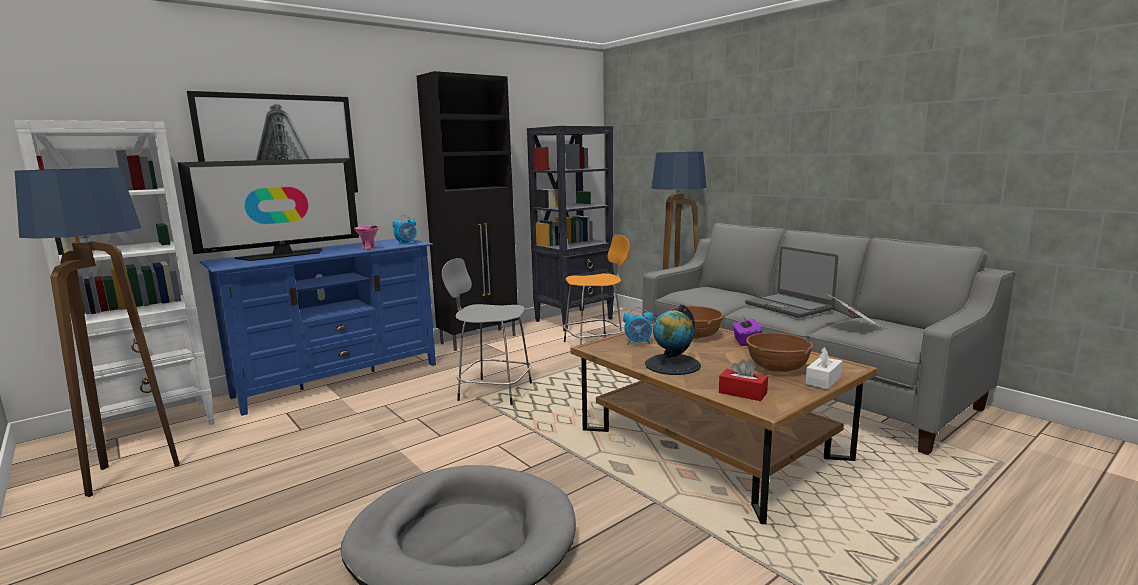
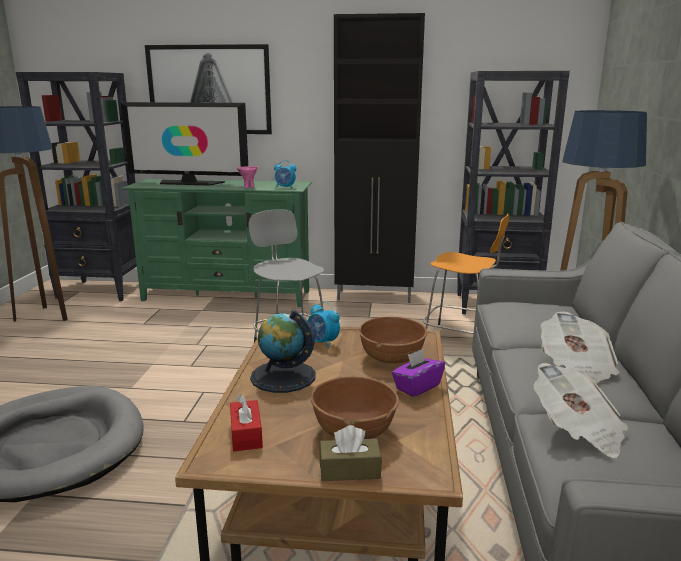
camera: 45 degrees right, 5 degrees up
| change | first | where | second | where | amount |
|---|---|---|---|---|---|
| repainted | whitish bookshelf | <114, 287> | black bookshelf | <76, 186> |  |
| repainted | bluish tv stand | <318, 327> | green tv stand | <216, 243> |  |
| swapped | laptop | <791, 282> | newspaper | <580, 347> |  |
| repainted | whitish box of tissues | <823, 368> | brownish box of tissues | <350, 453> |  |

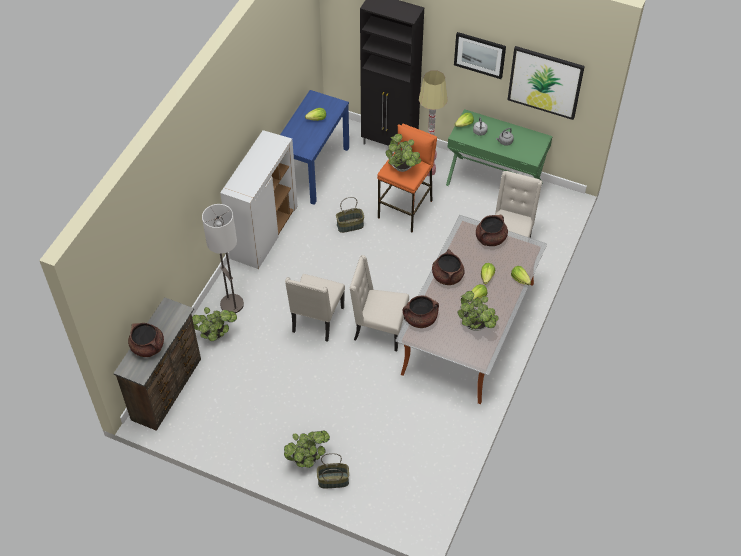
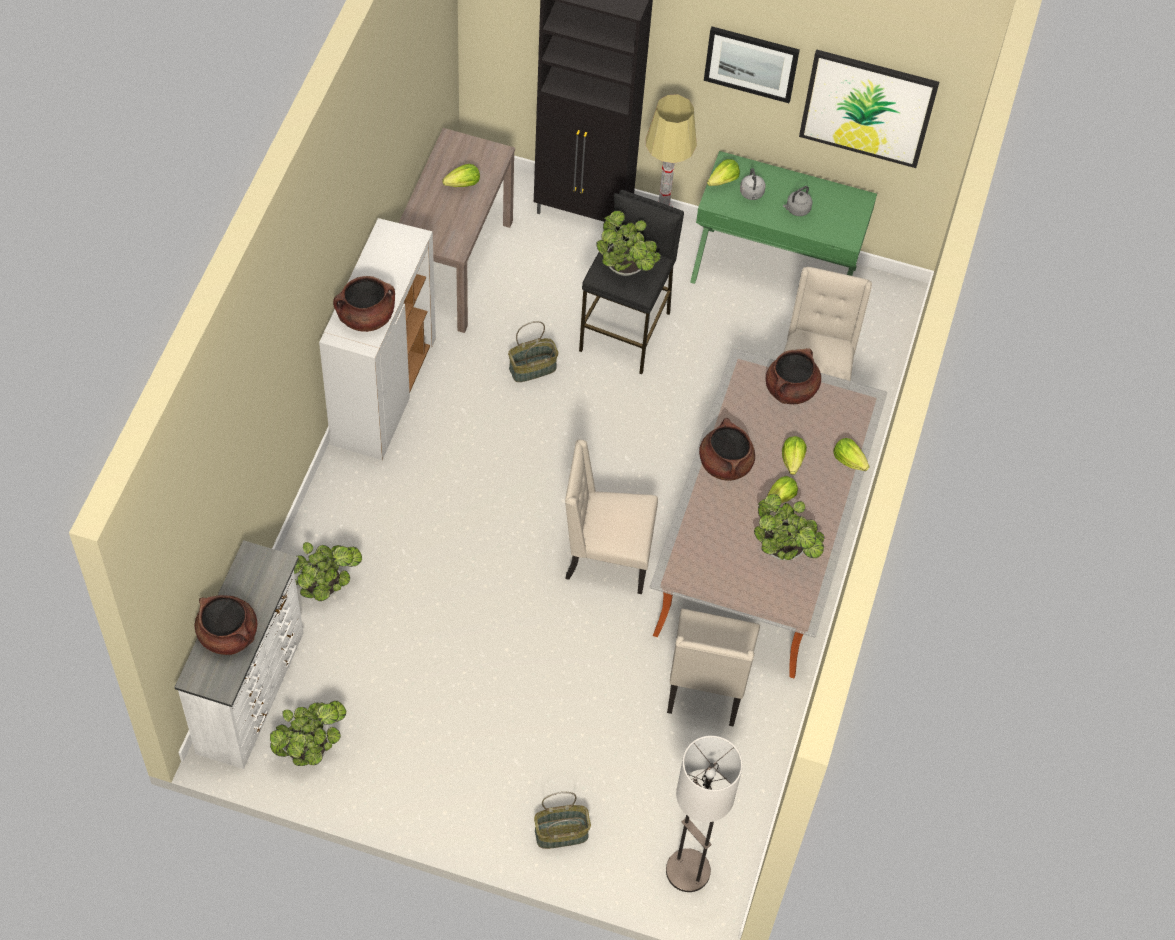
camera: 10 degrees left, 5 degrees up
| change | first | where | second | where | amount |
|---|---|---|---|---|---|
| repainted | bluish narrow table | <314, 147> | brownish narrow table | <457, 230> |  |
| repainted | orangey sitting stool | <407, 178> | black sitting stool | <631, 282> |  |
| shifted | floor lamp | <223, 258> |  | <704, 813> |  |
| shifted | beige chair | <315, 308> |  | <713, 668> |  |
| shifted | brownish saucepot | <420, 312> |  | <364, 304> |  |
| repainted | brownish drawer chest | <157, 364> | whitish drawer chest | <239, 654> |  |
| shifted | plant in a pot | <307, 449> |  | <308, 733> |  |

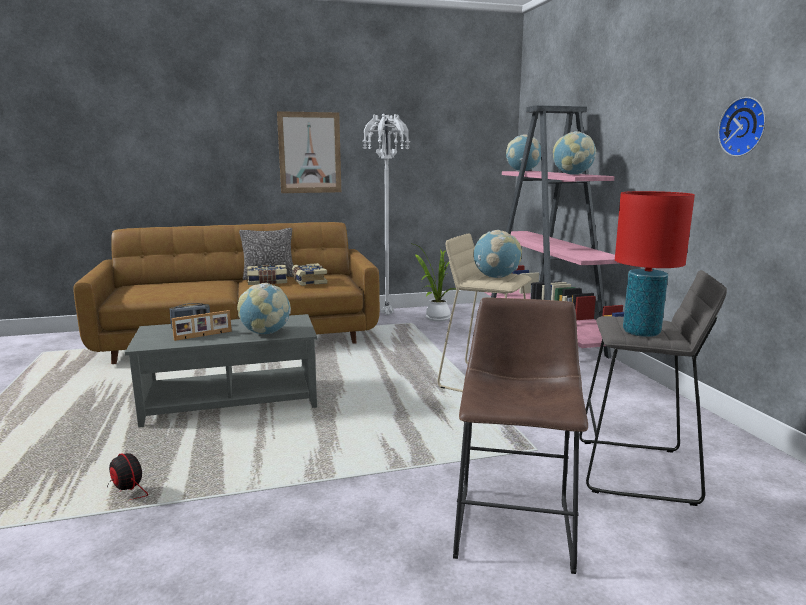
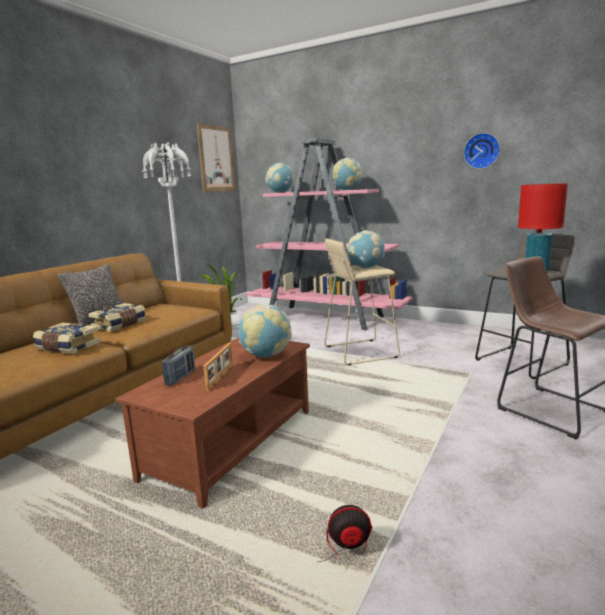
camera: 45 degrees left, 0 degrees up
| change | first | where | second | where | amount |
|---|---|---|---|---|---|
| shifted | wall picture | <309, 152> |  | <216, 157> |  |
| shifted | bound book | <310, 274> |  | <67, 338> |  |
| repainted | greyish coffee table | <221, 371> | brownish coffee table | <212, 423> |  |

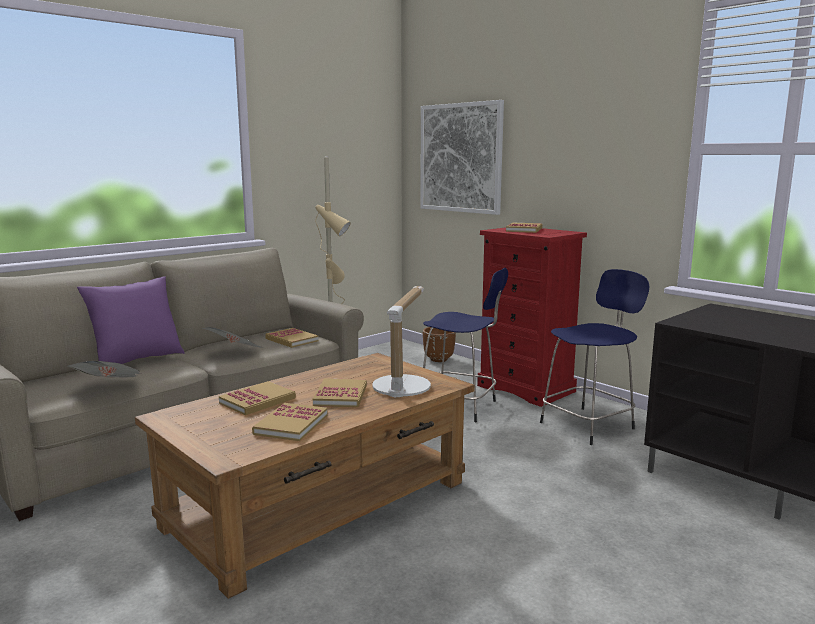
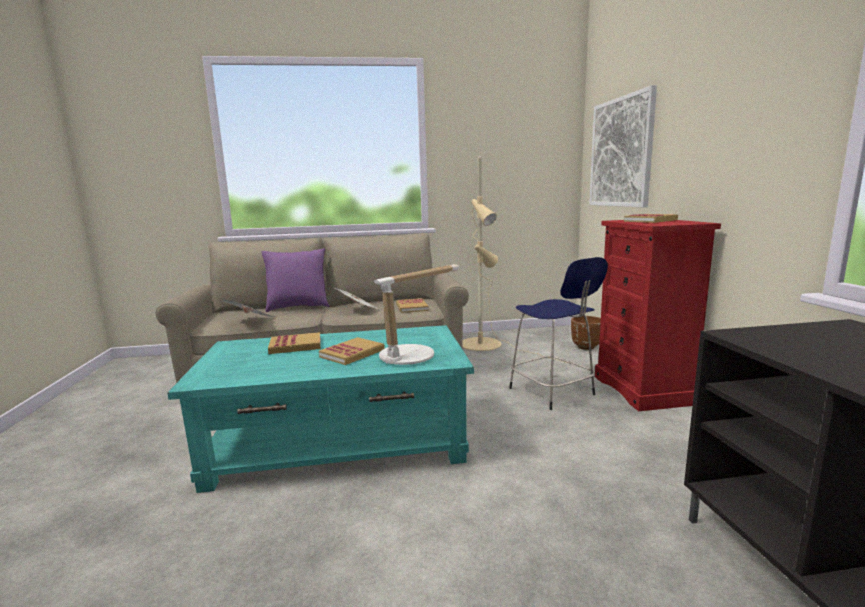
camera: 35 degrees right, 0 degrees up
| change | first | where | second | where | amount |
|---|---|---|---|---|---|
| gone | bluish sitting stool | <595, 357> |  |  |  |
| repainted | brownish coffee table | <305, 476> | blue-green coffee table | <320, 409> |  |
| gone | bound book | <290, 422> |  |  |  |

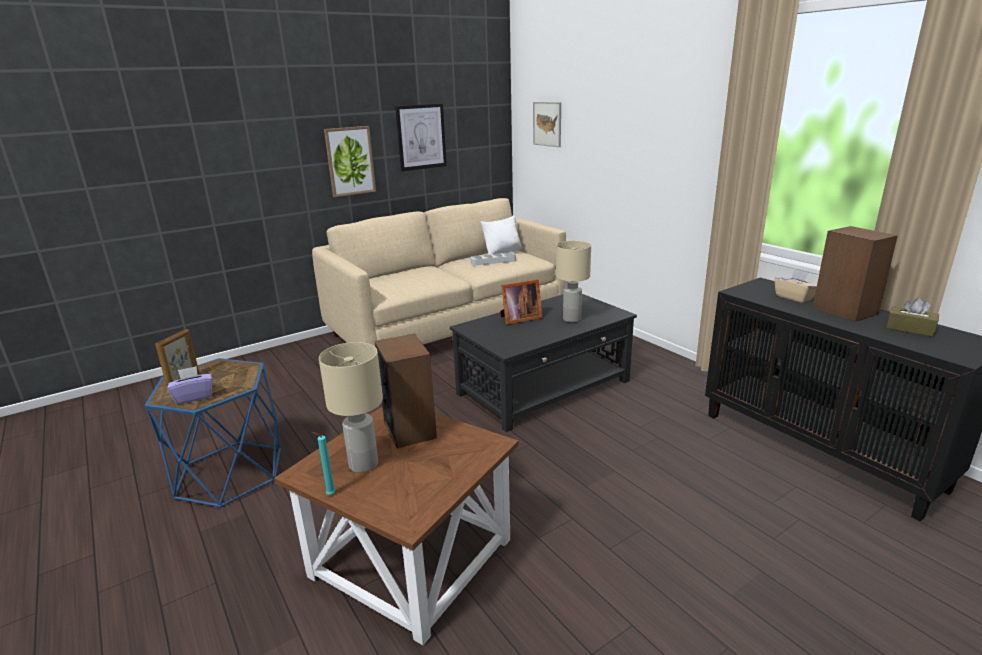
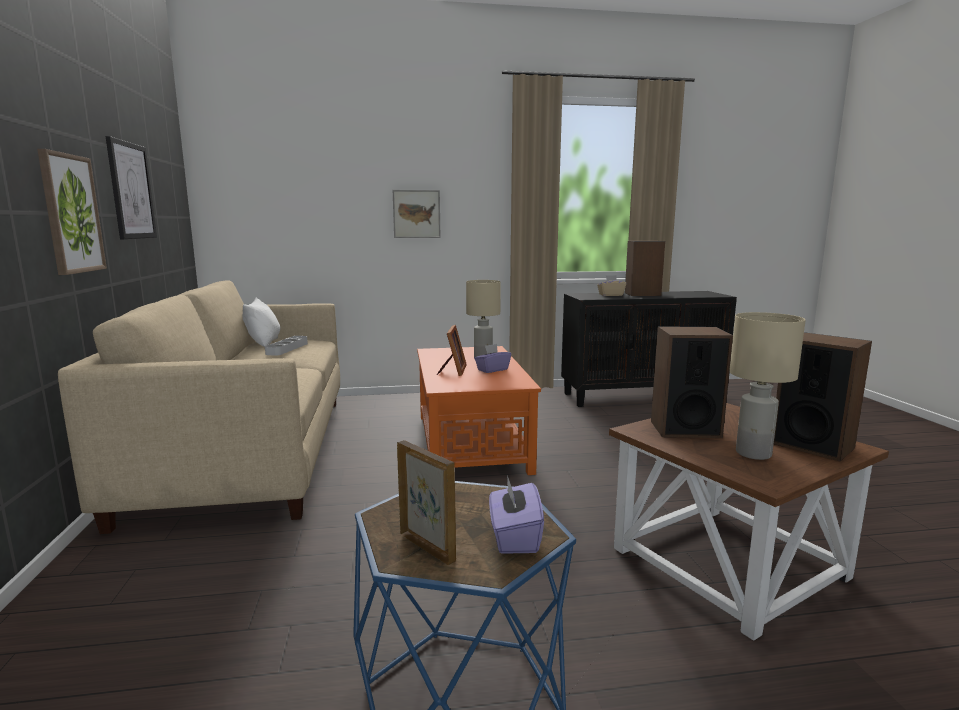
camera: 65 degrees left, 10 degrees down
| change | first | where | second | where | amount |
|---|---|---|---|---|---|
| shifted | wall picture | <547, 124> |  | <416, 214> |  |
| repainted | black coffee table | <543, 363> | orangey coffee table | <479, 410> |  |
| gone | brownish box of tissues | <912, 317> |  |  |  |
| gone | blue-green wax candle | <323, 463> |  |  |  |
| new |  |  | audio speaker | <823, 396> |  |
| new |  |  | purple box of tissues | <492, 358> |  |

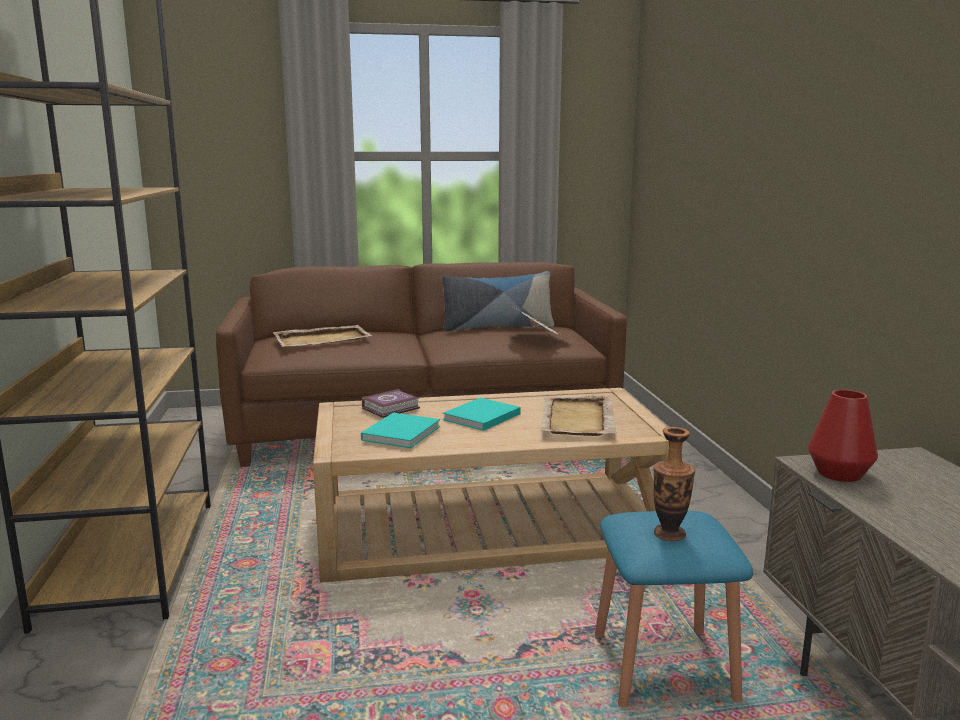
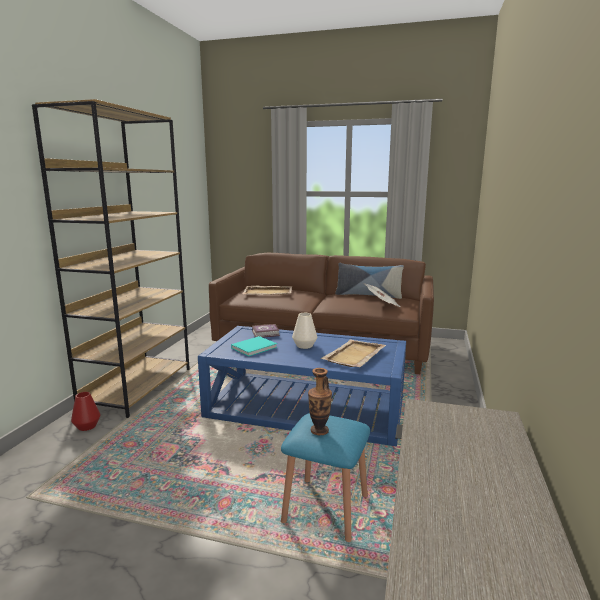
camera: 25 degrees right, 0 degrees up
| change | first | where | second | where | amount |
|---|---|---|---|---|---|
| repainted | beige coffee table | <497, 485> | bluish coffee table | <302, 386> |  |
| shifted | red decorative vase | <843, 436> |  | <85, 411> |  |
| swapped | blue-green bound book | <482, 414> | whitish decorative vase | <304, 331> |  |

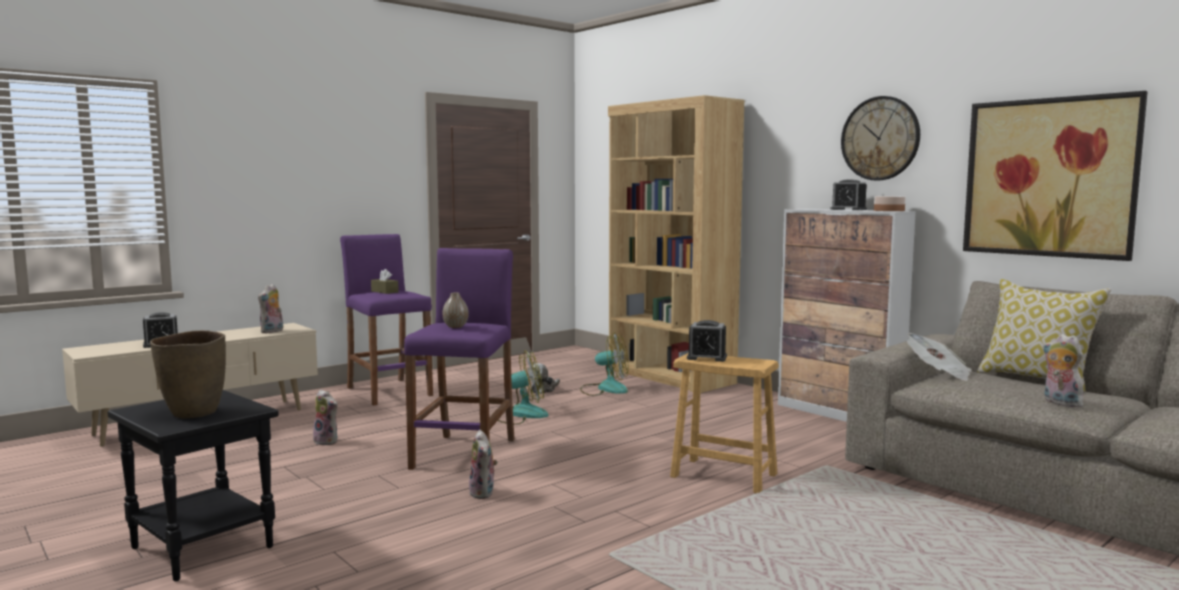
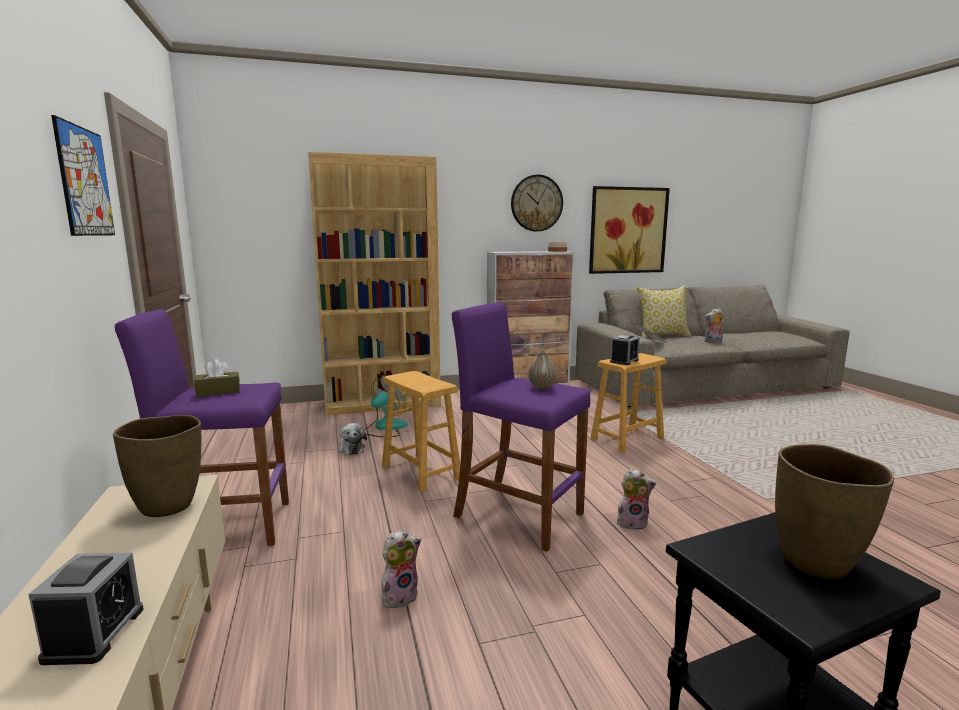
camera: 65 degrees left, 5 degrees up
| change | first | where | second | where | amount |
|---|---|---|---|---|---|
| gone | alarm clock | <848, 194> |  |  |  |
| swapped | cuddly toy | <270, 308> | brownish decorative vase | <157, 466> |  |
| swapped | cooling fan | <523, 388> | brownish sitting stool | <421, 431> |  |
| new |  |  | wall picture | <83, 175> |  |

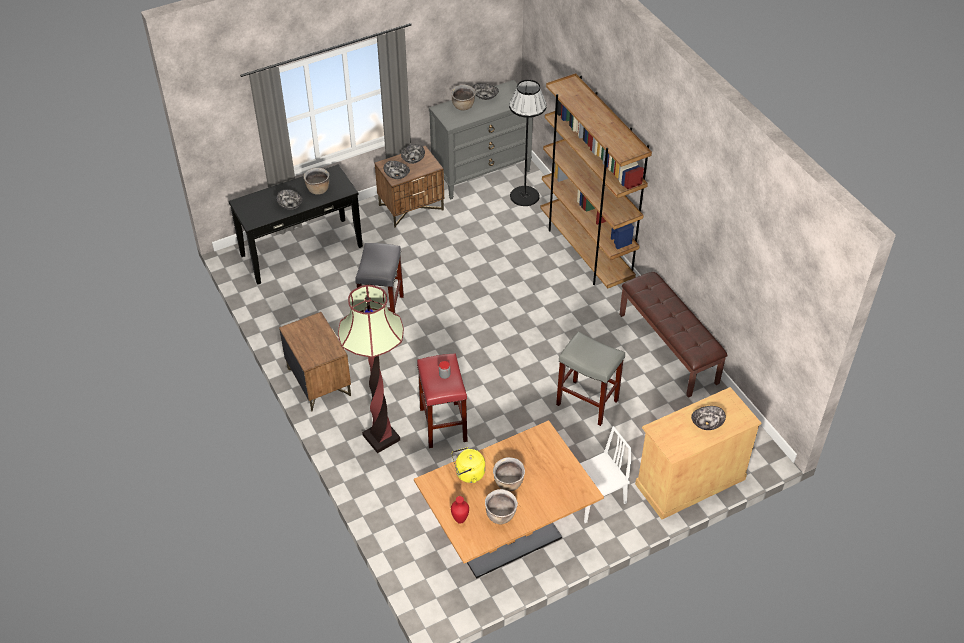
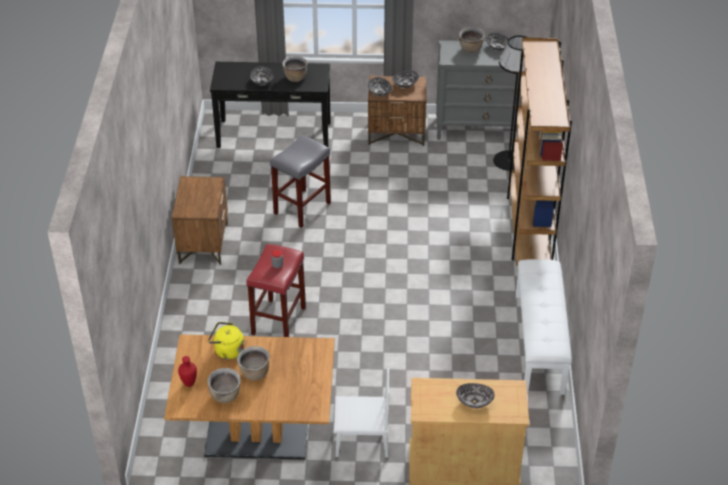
camera: 30 degrees right, 5 degrees down
| change | first | where | second | where | amount |
|---|---|---|---|---|---|
| repainted | brownish indoor bench | <673, 335> | whitish indoor bench | <544, 327> |  |
| gone | floor lamp | <371, 369> |  |  |  |
| gone | greyish sitting stool | <590, 378> |  |  |  |

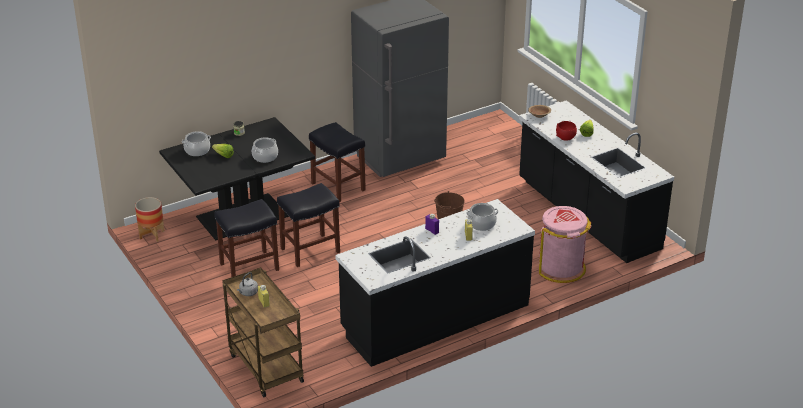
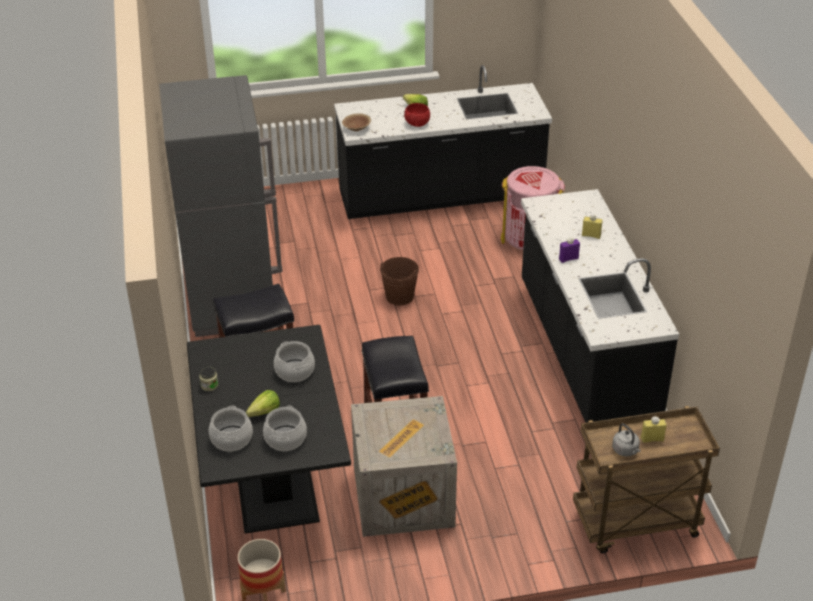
camera: 70 degrees left, 5 degrees up
| change | first | where | second | where | amount |
|---|---|---|---|---|---|
| swapped | black sitting stool | <246, 238> | packing crate | <404, 466> |  |
| shifted | saucepot | <482, 217> |  | <285, 428> |  |

